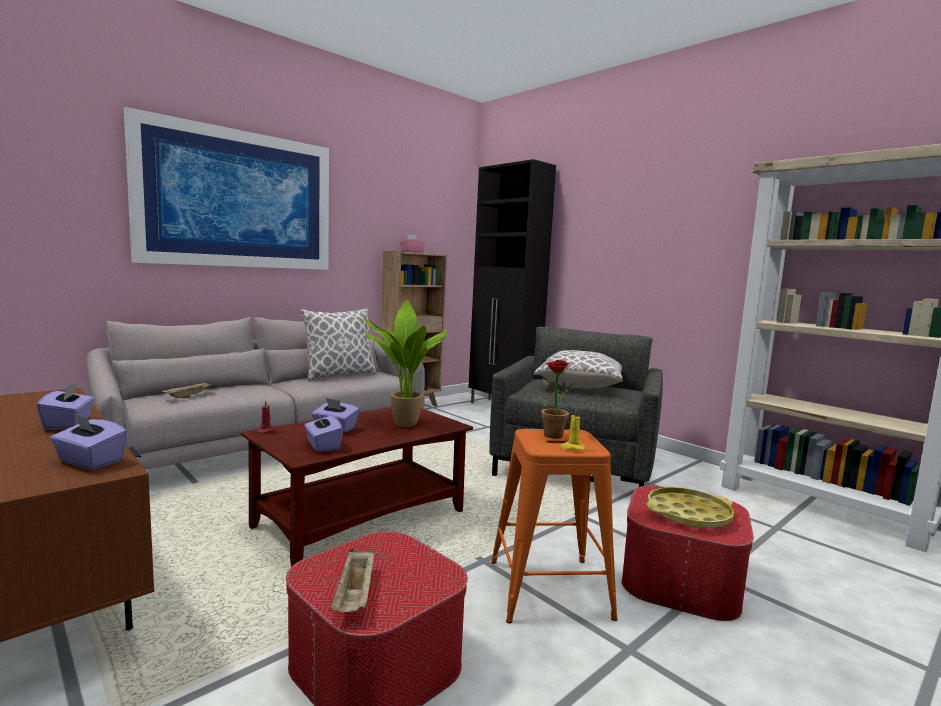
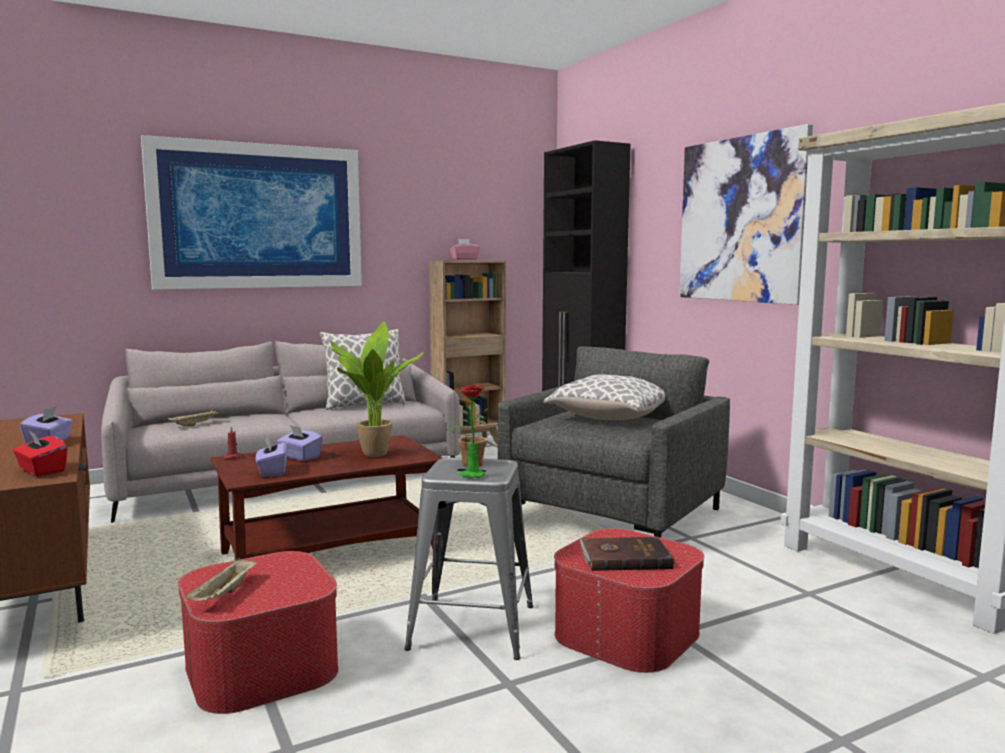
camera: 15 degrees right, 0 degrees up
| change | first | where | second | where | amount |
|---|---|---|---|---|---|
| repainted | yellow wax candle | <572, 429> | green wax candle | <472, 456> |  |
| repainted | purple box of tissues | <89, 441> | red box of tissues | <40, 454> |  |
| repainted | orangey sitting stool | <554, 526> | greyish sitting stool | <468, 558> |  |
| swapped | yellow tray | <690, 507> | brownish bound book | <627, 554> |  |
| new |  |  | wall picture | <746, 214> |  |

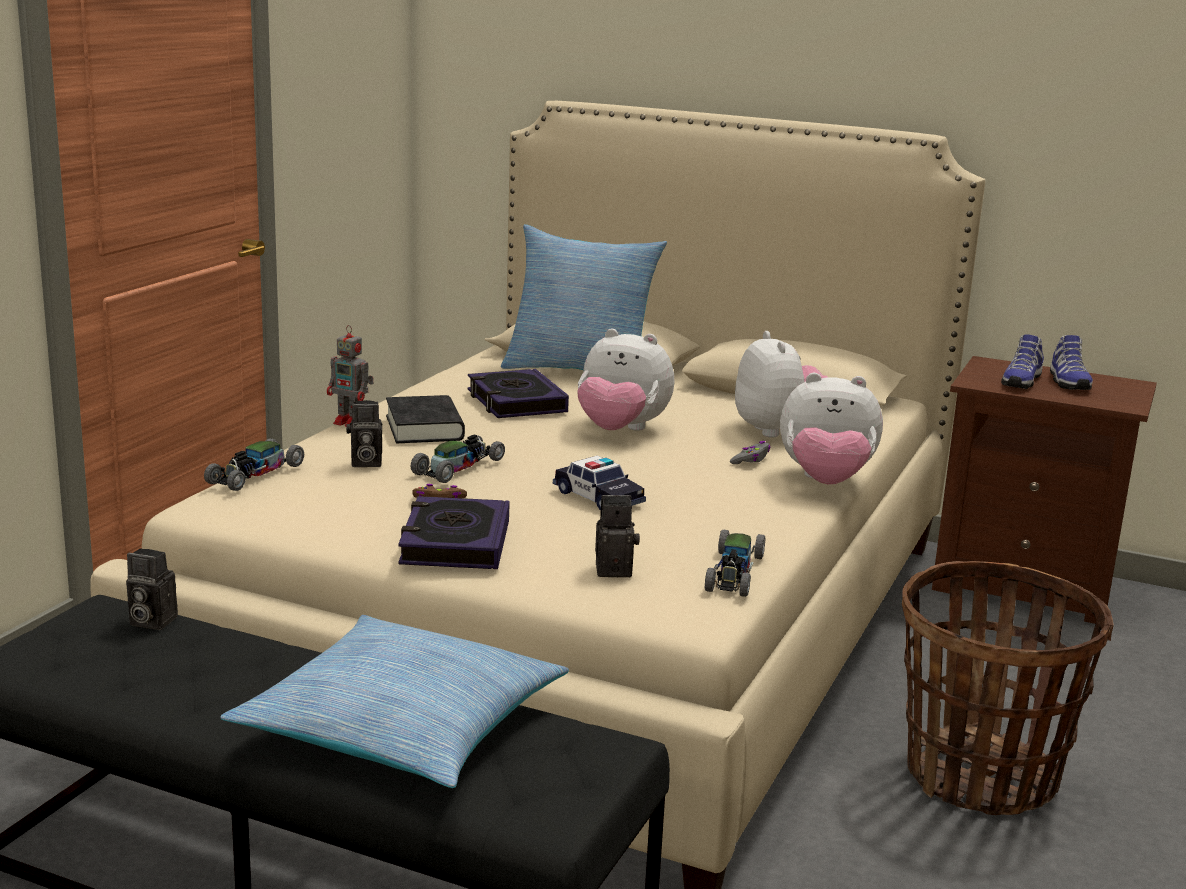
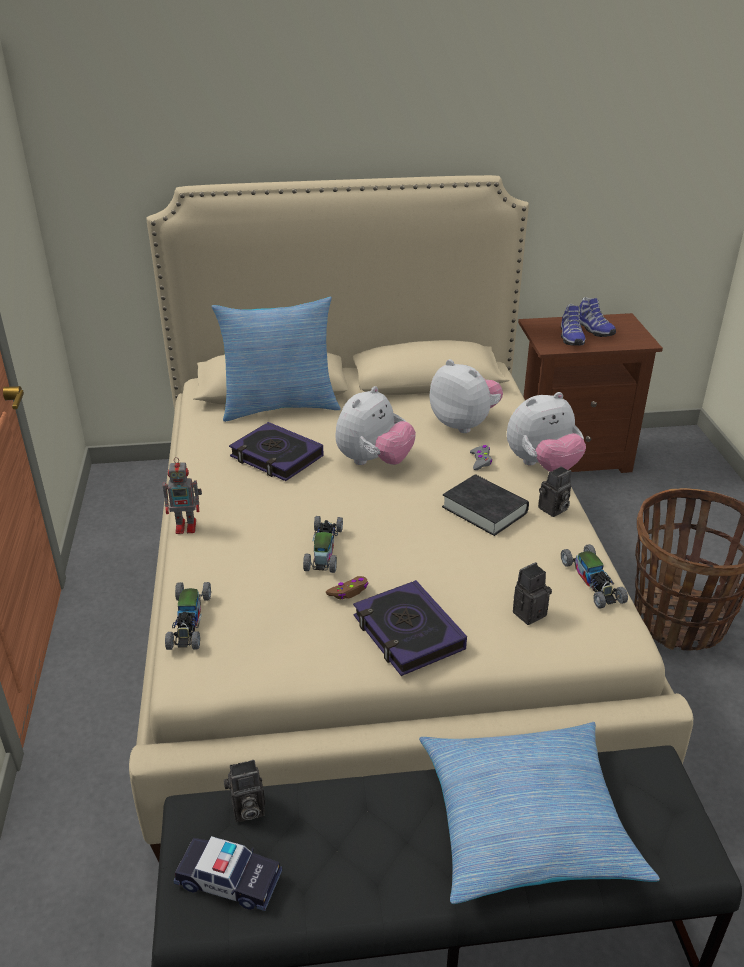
camera: 30 degrees left, 15 degrees up
| change | first | where | second | where | amount |
|---|---|---|---|---|---|
| rotated | cuddly toy | <625, 379> |  | <375, 425> | 45 degrees counterclockwise |
| shifted | black bound book | <425, 419> |  | <485, 505> |  |
| shifted | still camera | <364, 433> |  | <554, 492> |  |
| shifted | model car | <599, 483> |  | <227, 873> |  |

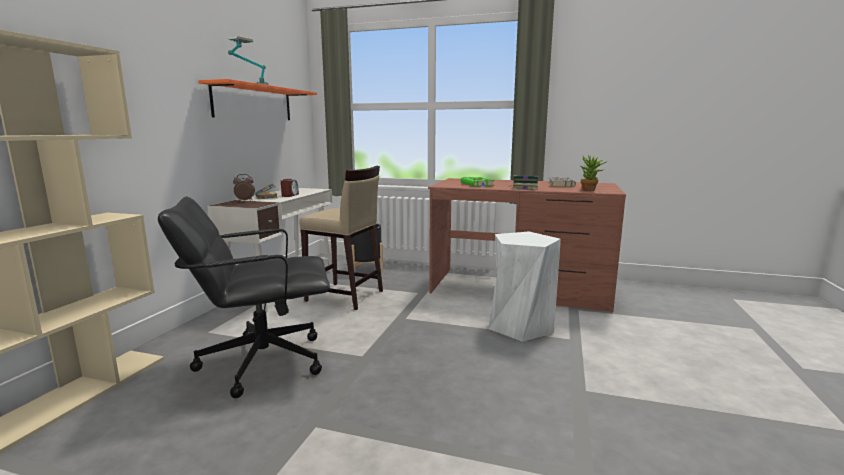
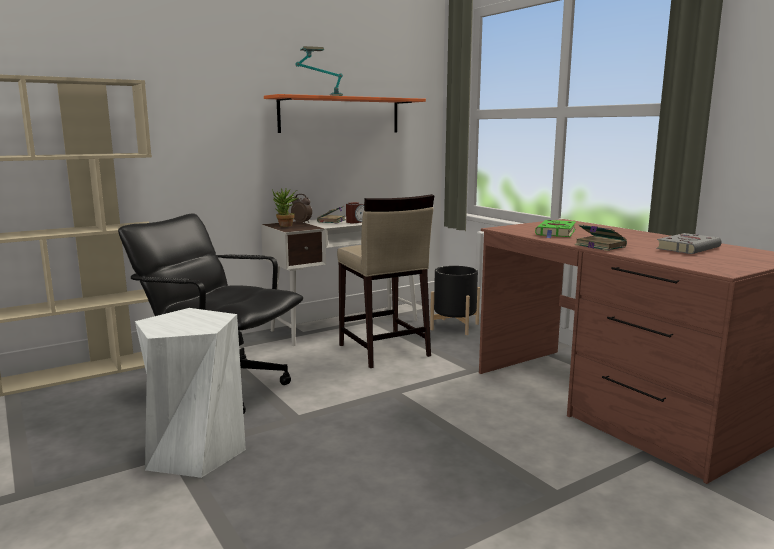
camera: 40 degrees right, 0 degrees up
| change | first | where | second | where | amount |
|---|---|---|---|---|---|
| shifted | plant in a pot | <594, 173> |  | <285, 207> |  |
| shifted | whitish sitting stool | <525, 287> |  | <190, 393> |  |

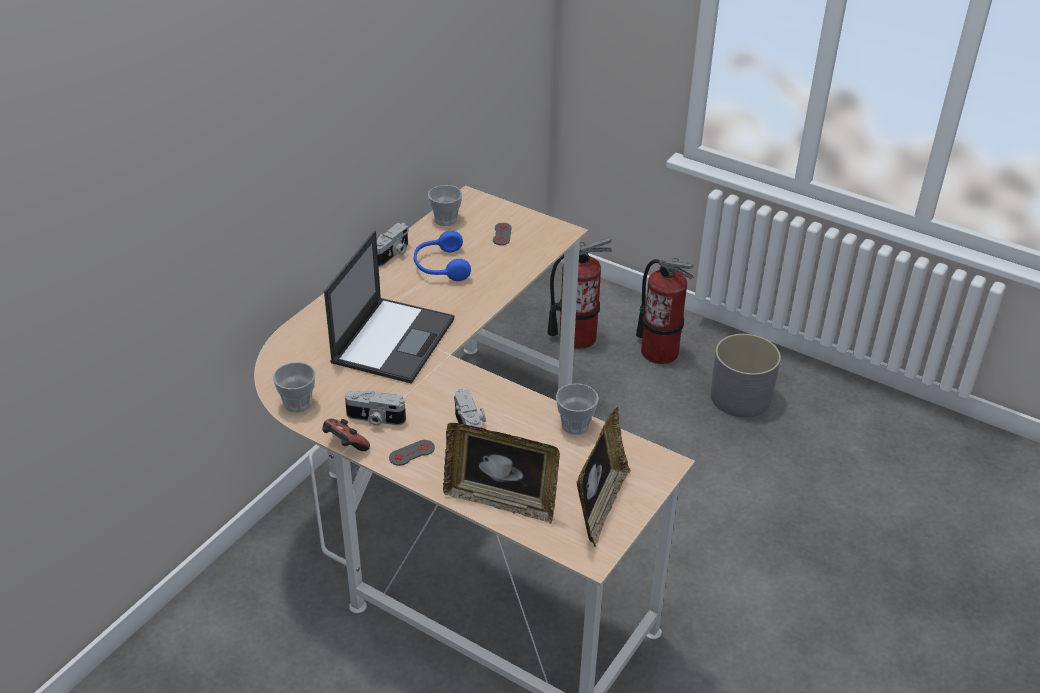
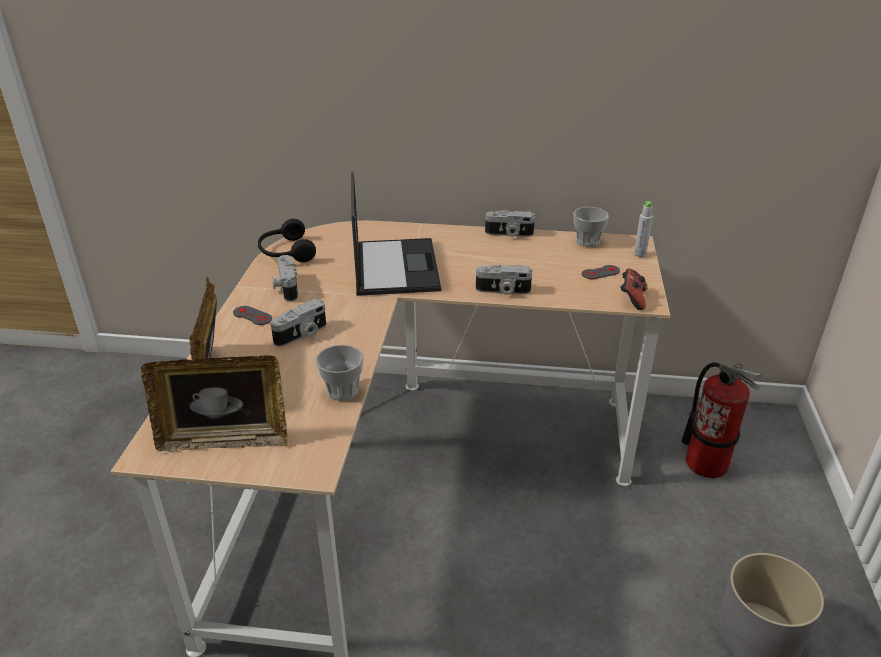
camera: 65 degrees right, 5 degrees down
| change | first | where | second | where | amount |
|---|---|---|---|---|---|
| rotated | laptop | <389, 307> |  | <396, 234> | 90 degrees counterclockwise |
| gone | bluish headphones | <442, 256> |  |  |  |
| gone | fire-fighting cylinder | <665, 311> |  |  |  |
| swapped | small cup | <294, 387> | black headphones | <287, 240> |  |
| shifted | gamepad | <346, 434> |  | <634, 289> |  |
| new |  |  | greyish bottle | <643, 229> |  |
| new |  |  | still camera | <504, 279> |  |

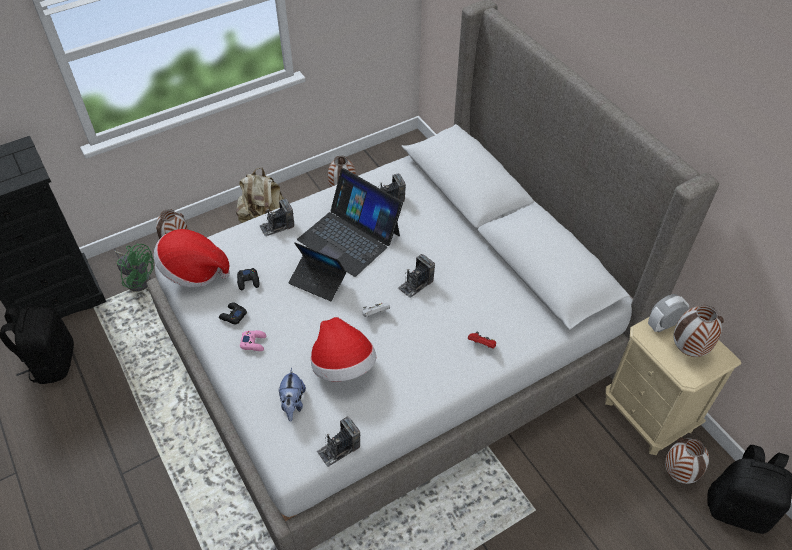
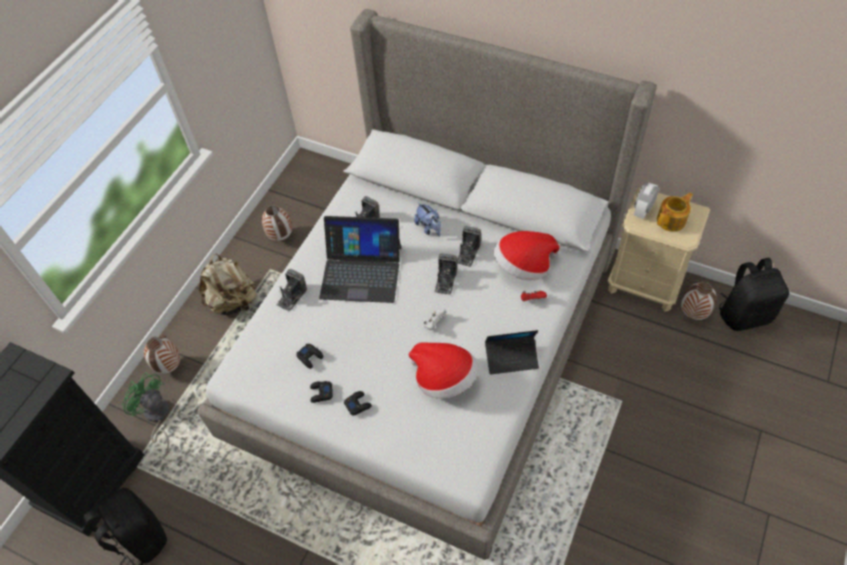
camera: 30 degrees left, 5 degrees up
| change | first | where | second | where | amount |
|---|---|---|---|---|---|
| shifted | wearable hat | <191, 258> |  | <527, 255> |  |
| shifted | laptop | <317, 271> |  | <512, 352> |  |
| rotated | green cooling fan | <134, 268> |  | <145, 411> | 135 degrees counterclockwise |
| swapped | decorative vase | <698, 331> | tea pot | <675, 212> |  |
| repainted | pinkish gamepad | <253, 340> | black gamepad | <358, 403> |  |
| shifted | cuddly toy | <292, 394> |  | <427, 219> |  |
| shifted | still camera | <338, 442> |  | <469, 246> |  |

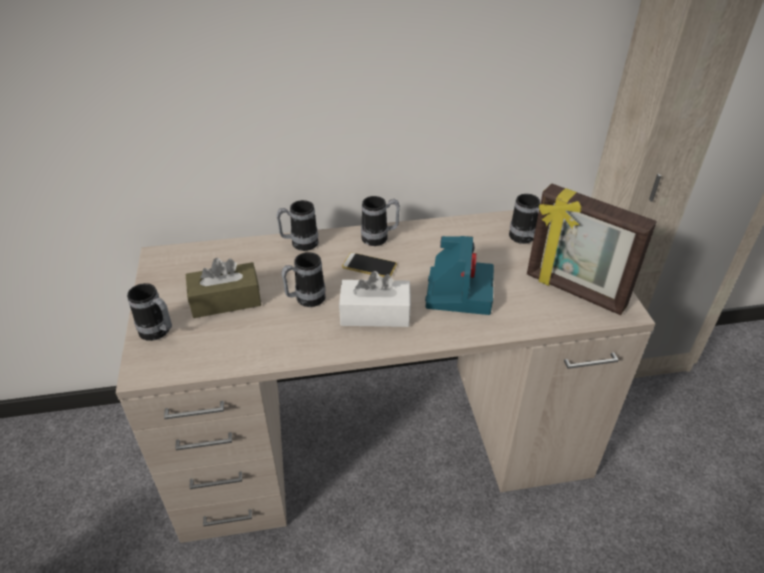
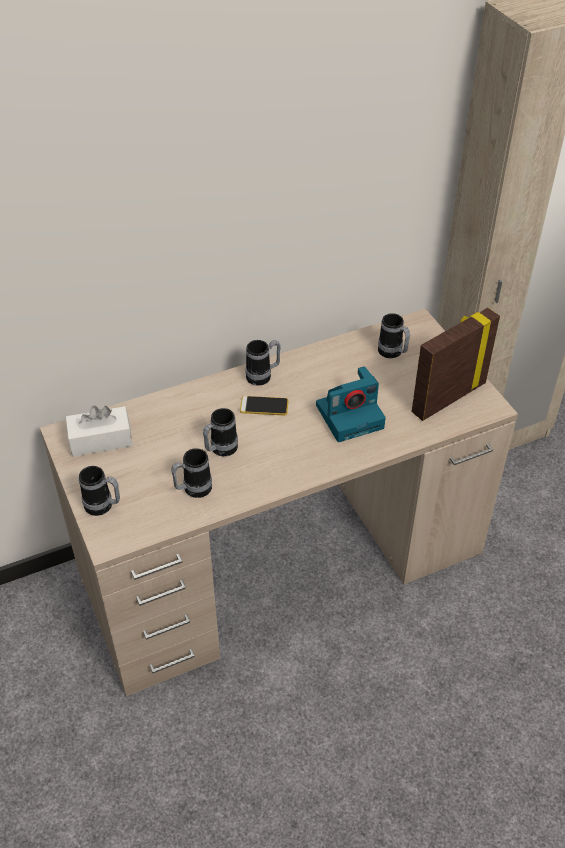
camera: 15 degrees left, 5 degrees up
| change | first | where | second | where | amount |
|---|---|---|---|---|---|
| rotated | picture frame | <592, 249> |  | <456, 364> | 120 degrees clockwise |
| shifted | tea mug | <297, 225> |  | <191, 473> |  |
| rotated | still camera | <459, 275> |  | <351, 404> | 75 degrees clockwise |
| gone | brownish box of tissues | <223, 288> |  |  |  |
| shifted | whitish box of tissues | <375, 299> |  | <99, 431> |  |

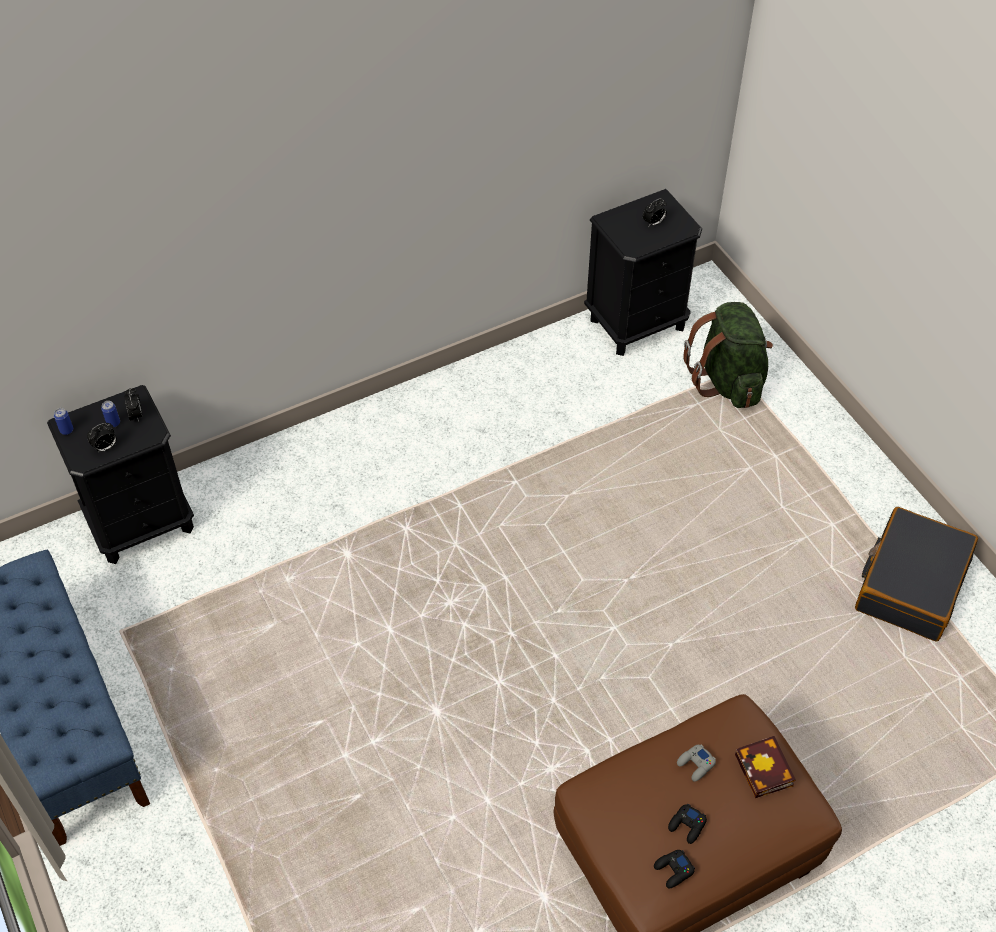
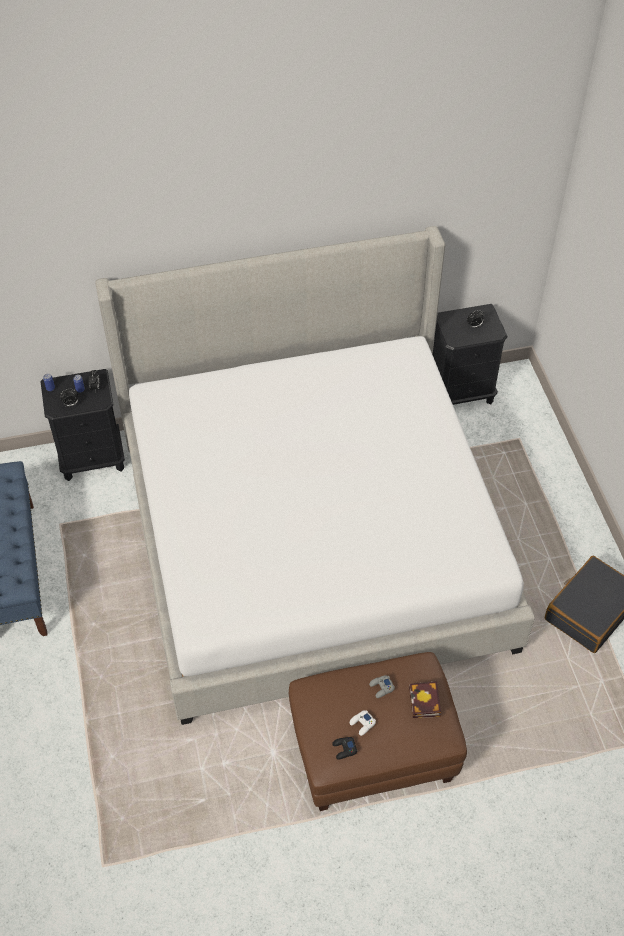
camera: 15 degrees right, 0 degrees up
| change | first | where | second | where | amount |
|---|---|---|---|---|---|
| gone | green knapsack | <728, 355> |  |  |  |
| repainted | black gamepad | <687, 824> | whitish gamepad | <362, 723> |  |
| new |  |  | bed | <315, 475> |  |

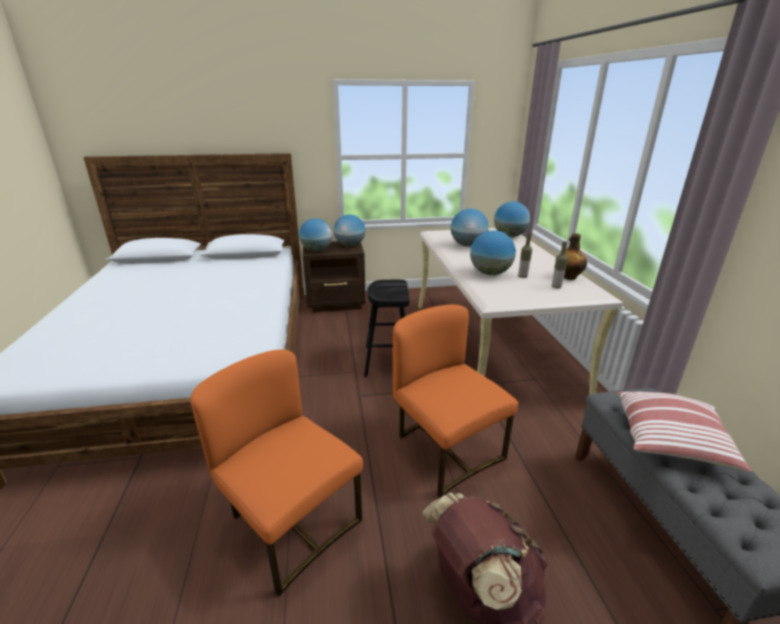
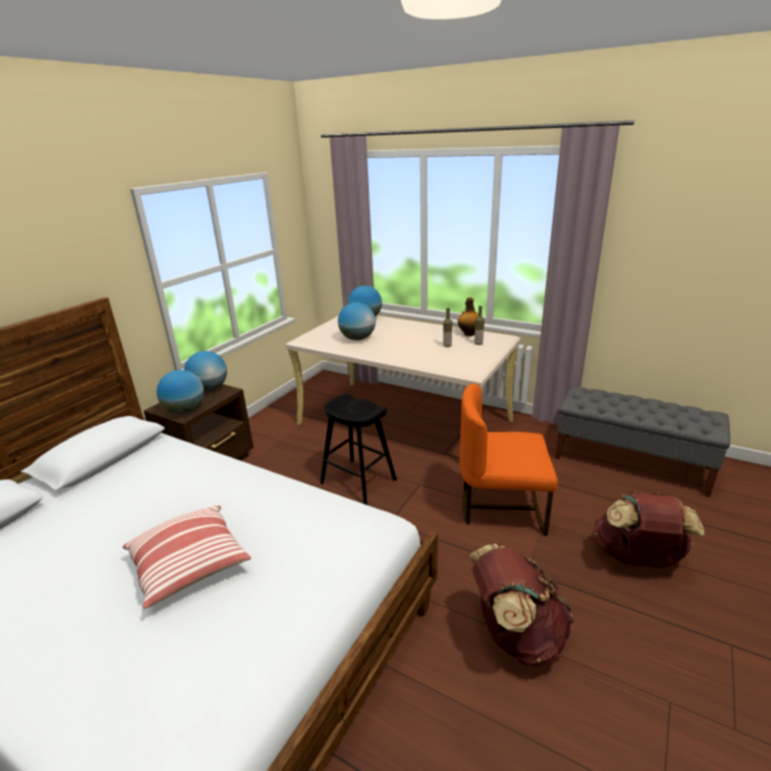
camera: 50 degrees left, 0 degrees up
| change | first | where | second | where | amount |
|---|---|---|---|---|---|
| gone | desk globe | <493, 252> |  |  |  |
| swapped | orangey chair | <276, 473> | brownish knapsack | <521, 605> |  |
| shifted | pillow | <684, 432> |  | <187, 557> |  |

